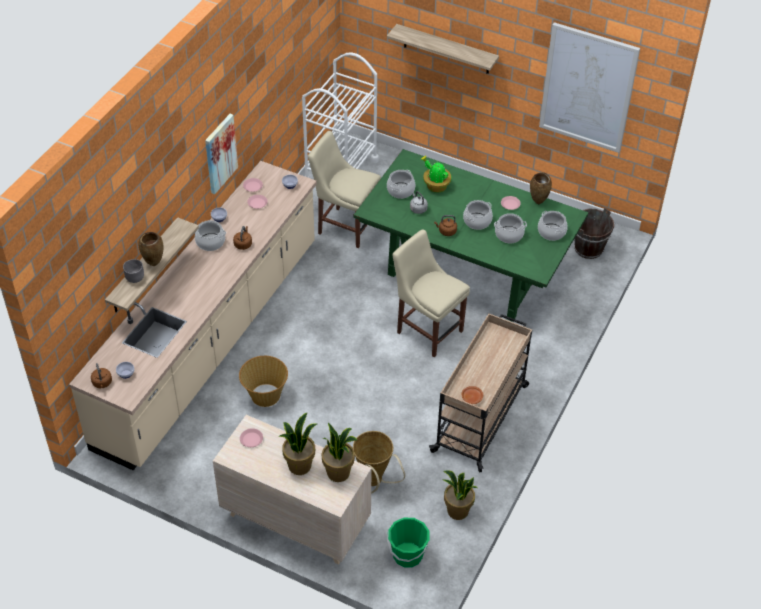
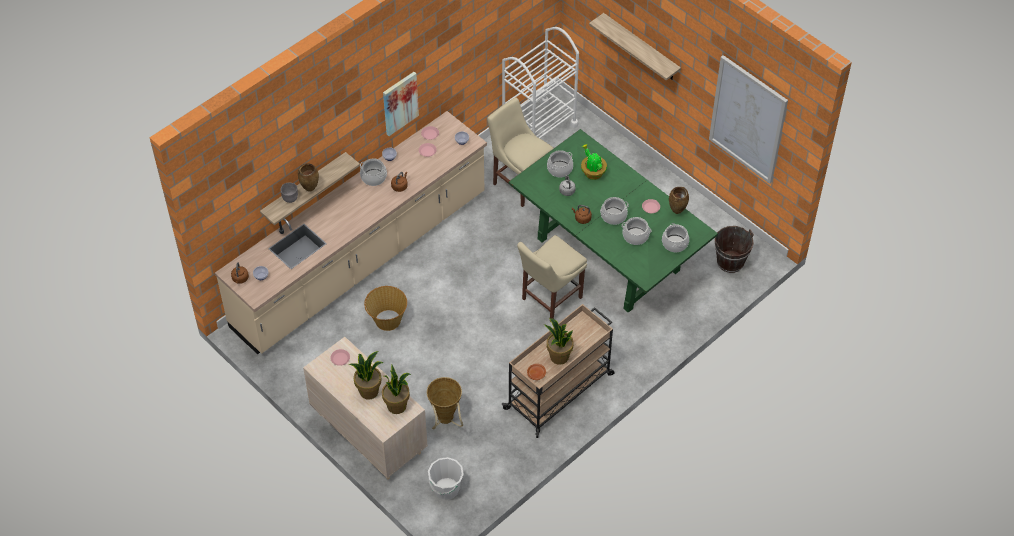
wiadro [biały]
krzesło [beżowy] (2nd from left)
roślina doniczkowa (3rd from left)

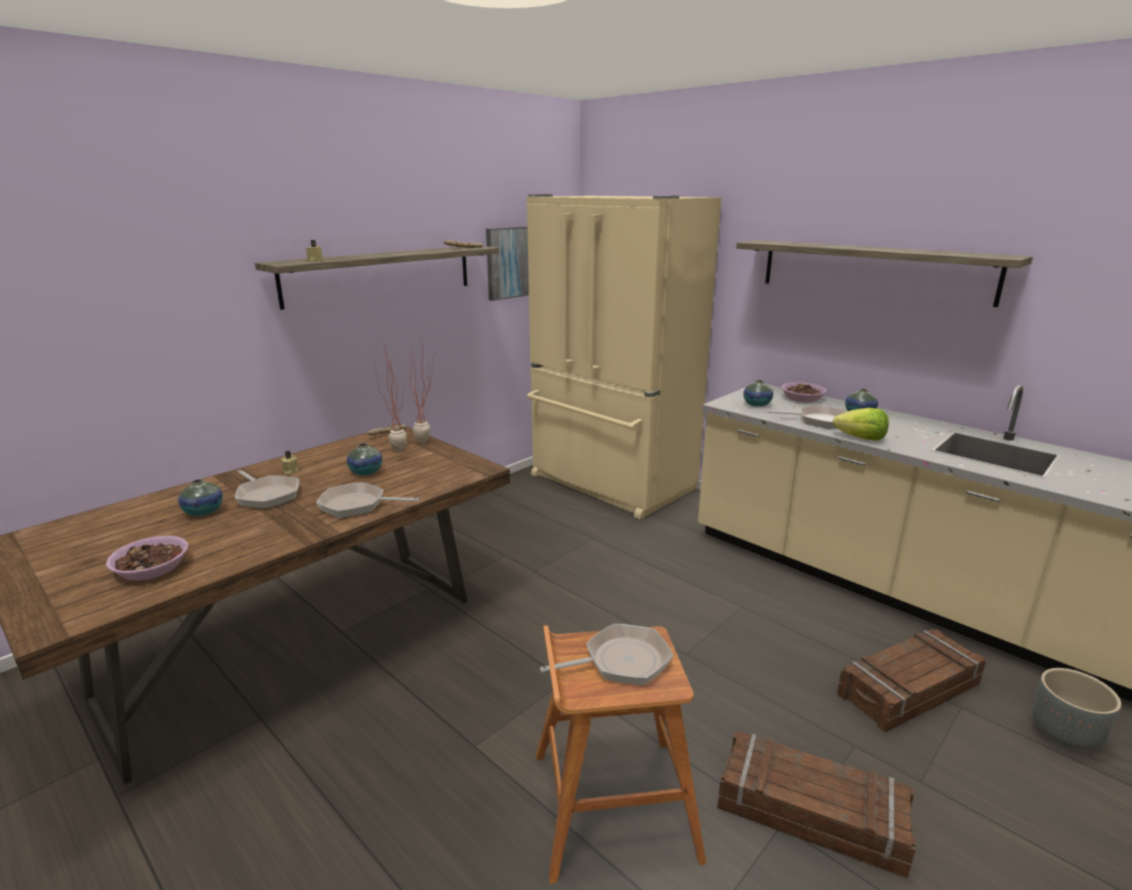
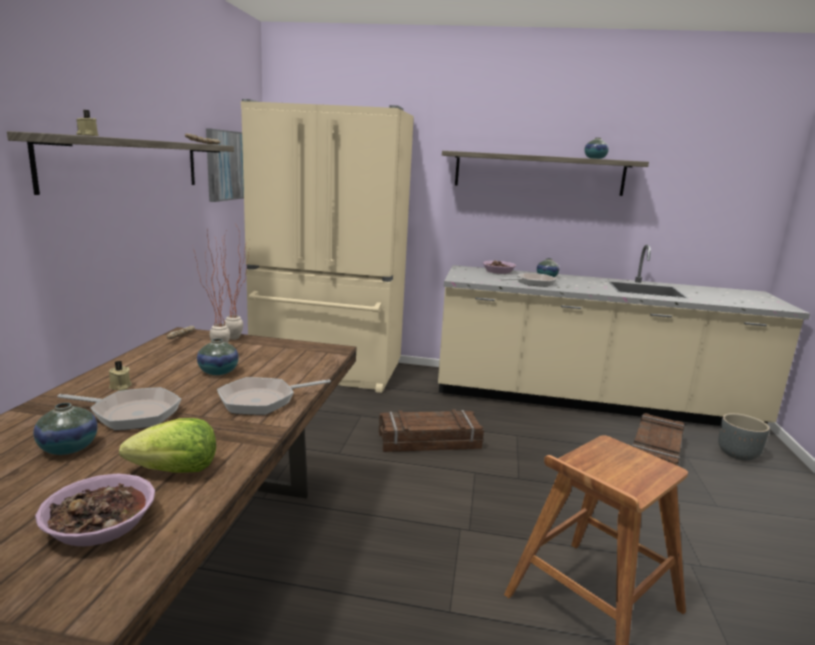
patelnia (3rd from left in the first image)
skrzynka (1st from left)
wazon (4th from left)
sałata

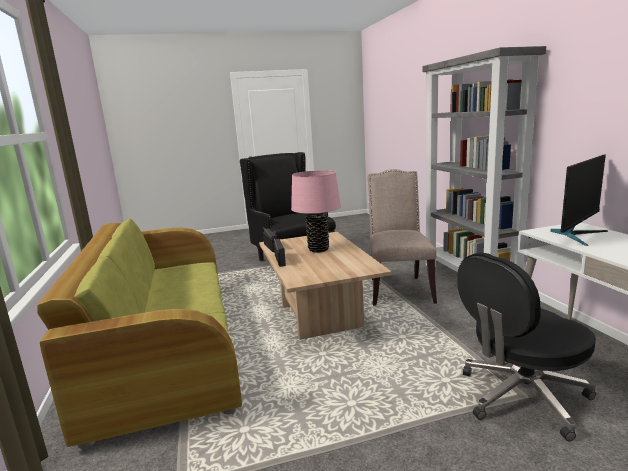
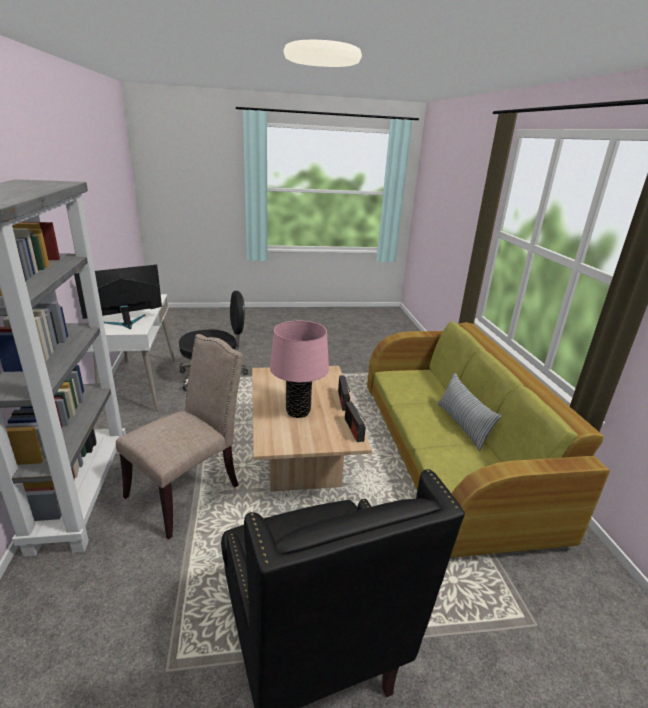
krzesło [beżowy]
poduszka

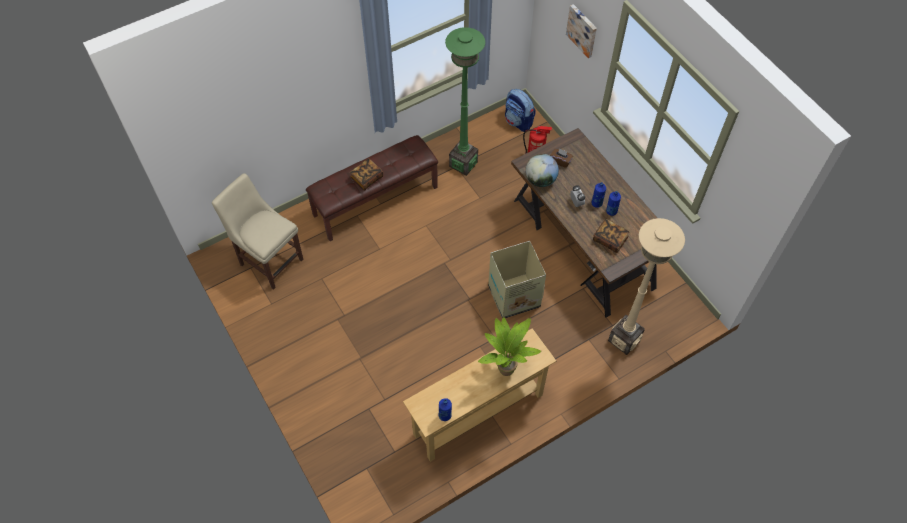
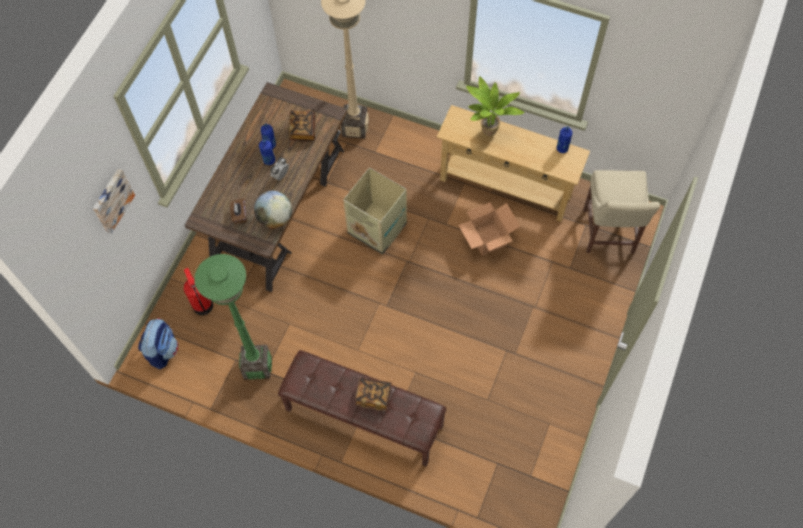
krzesło [beżowy]
karton (2nd from left)

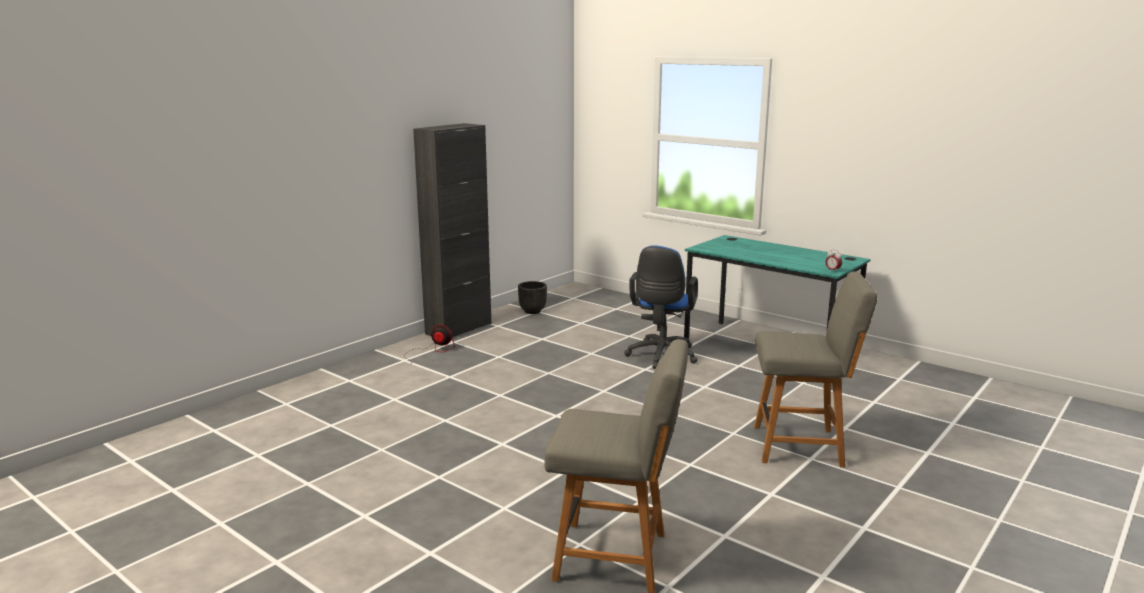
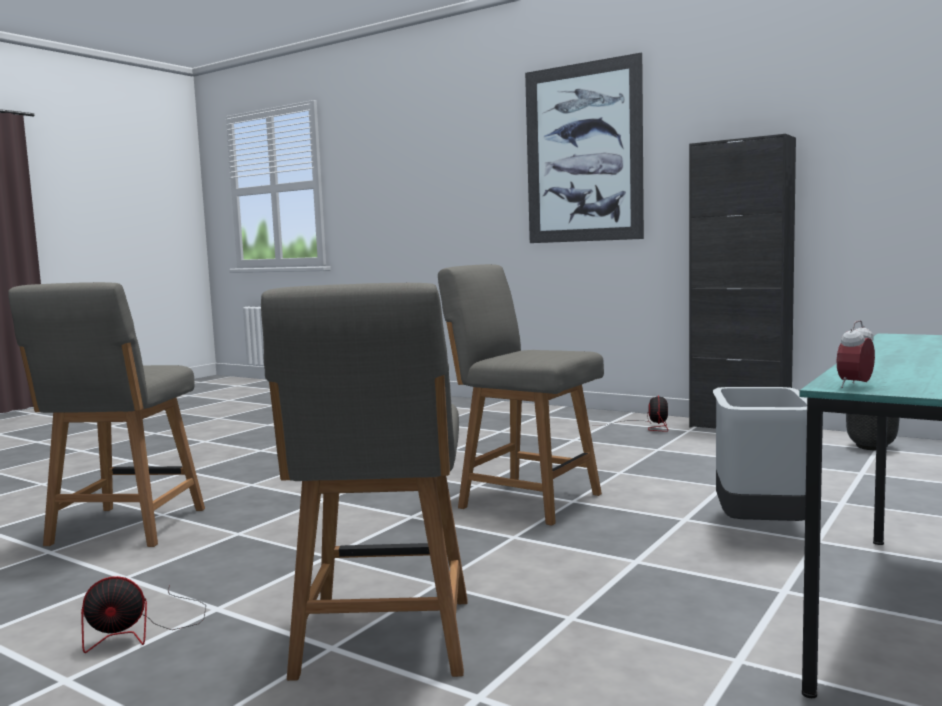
kosz na śmieci [szary]
wentylator (1st from left)
krzesło [szary] (3rd from left)
obraz

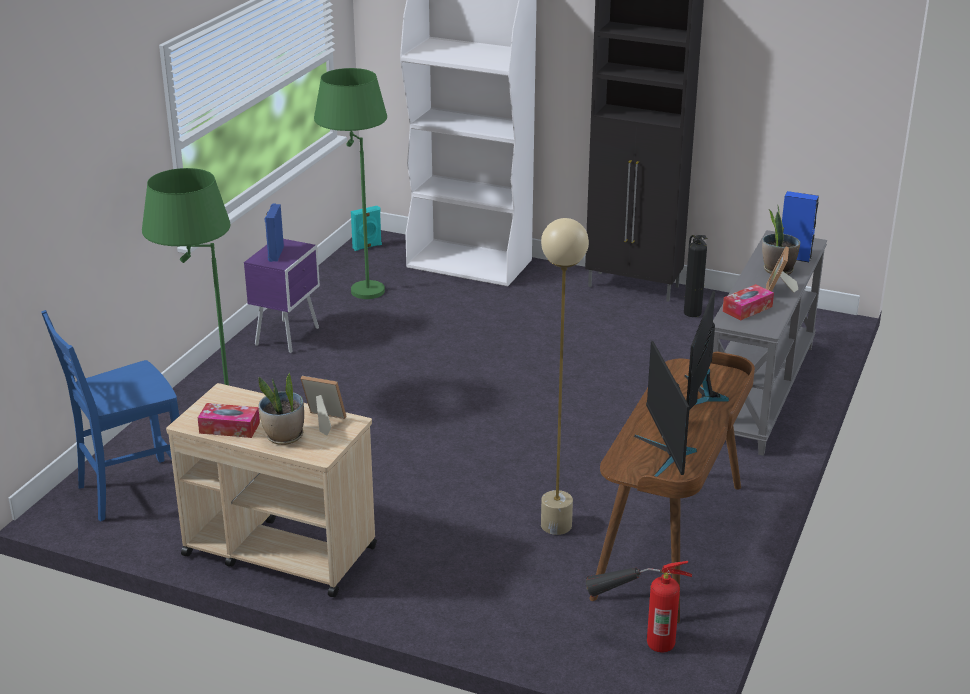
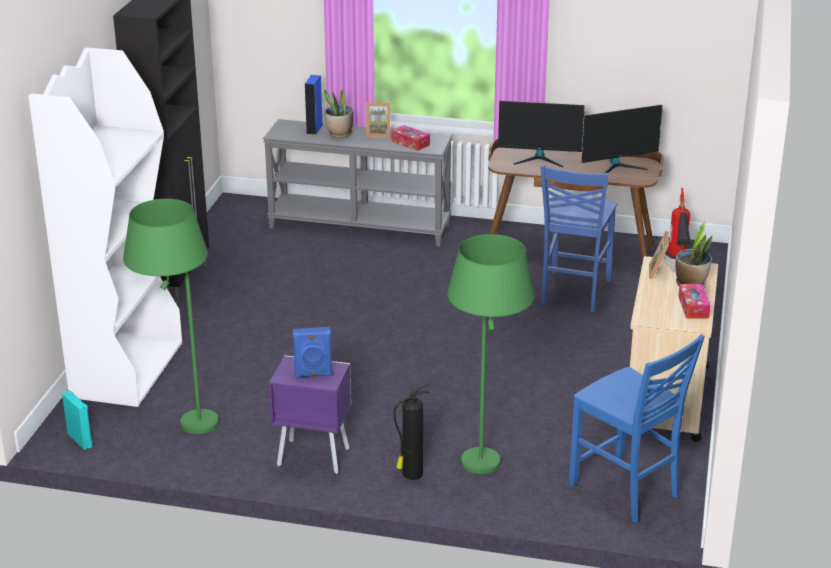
krzesło [niebieski] (1st from left)
gaśnica (1st from left)

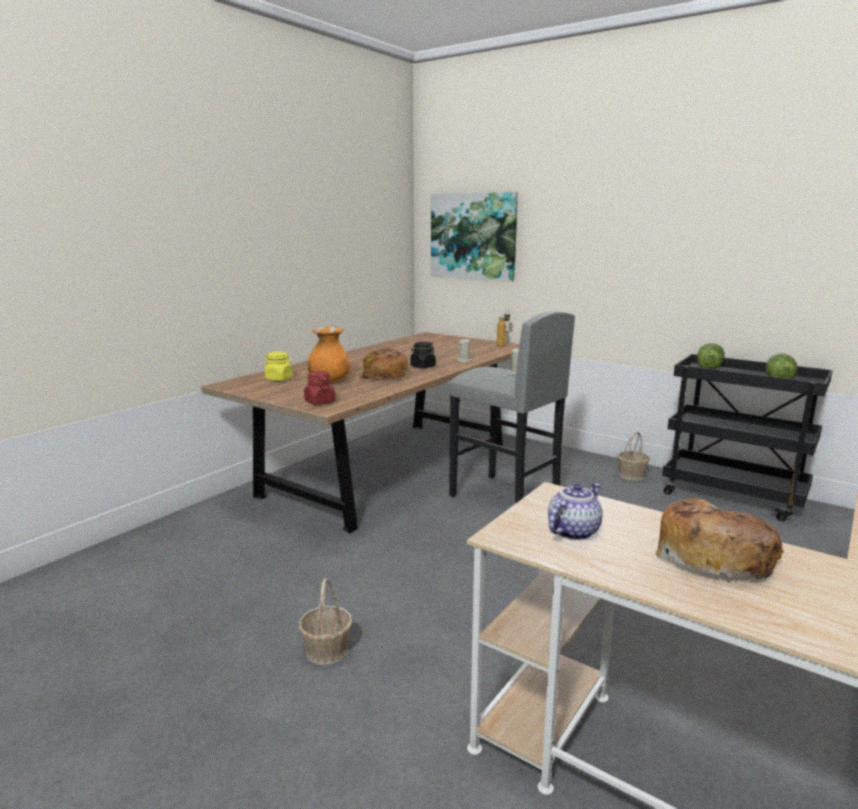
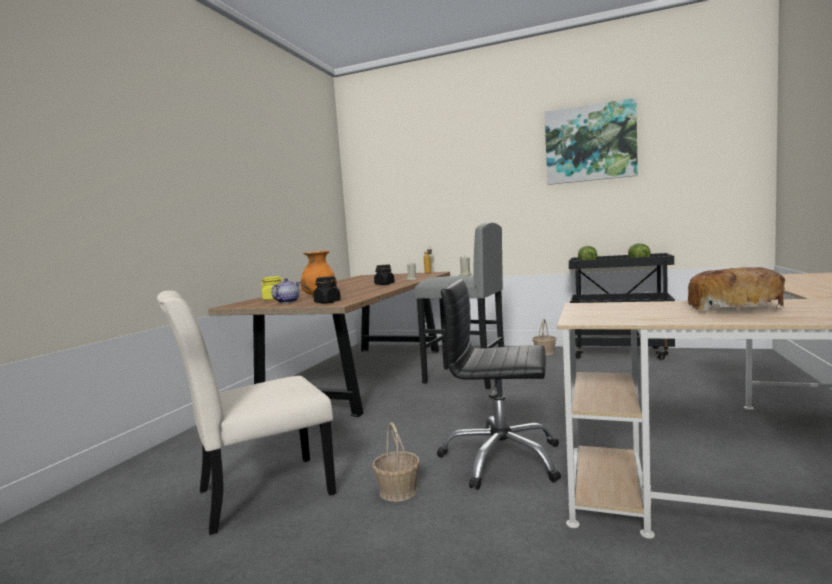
słoik [czarny] (1st from left)
chleb (1st from left in the first image)
obraz
imbryk
krzesło [beżowy]
krzesło biurowe [czarny]

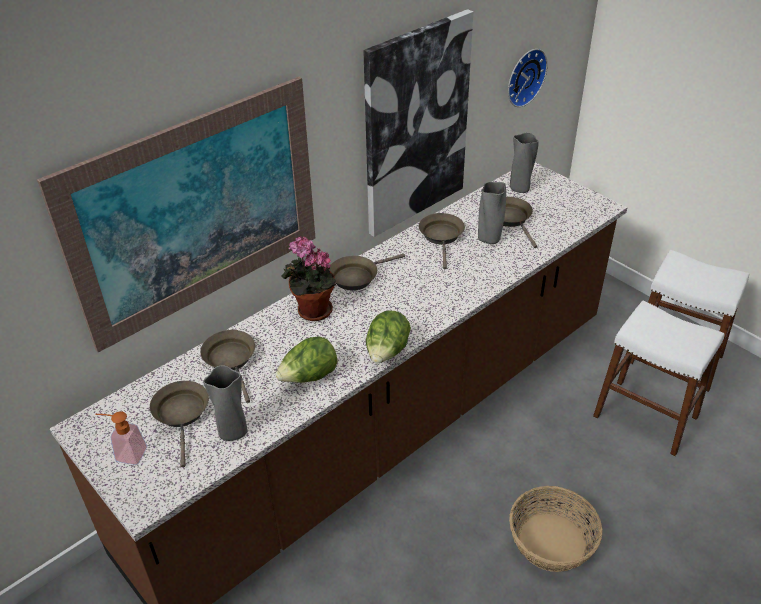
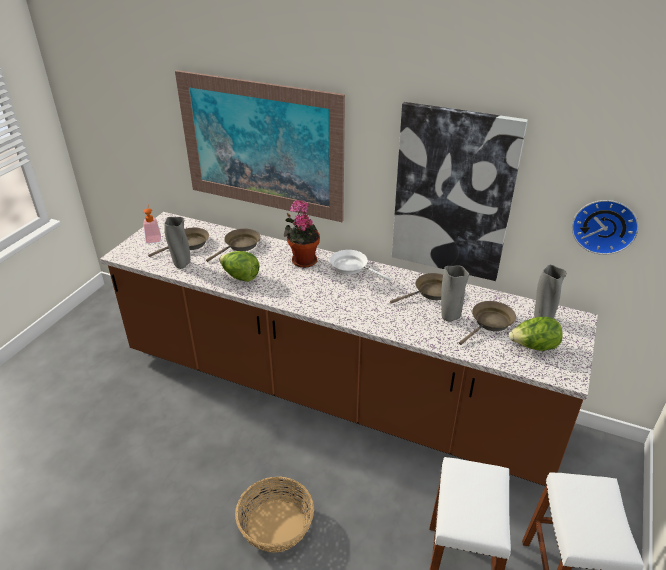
patelnia [biały]
sałata (2nd from left)

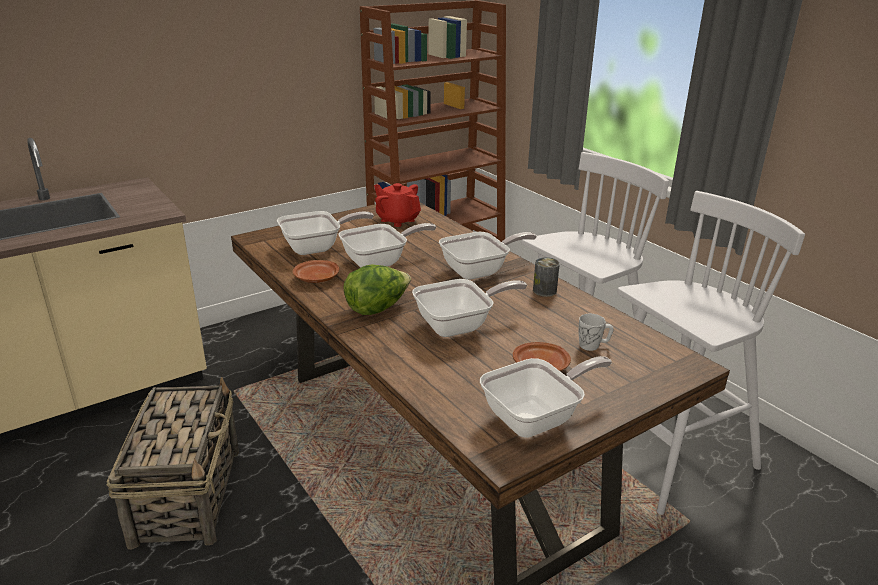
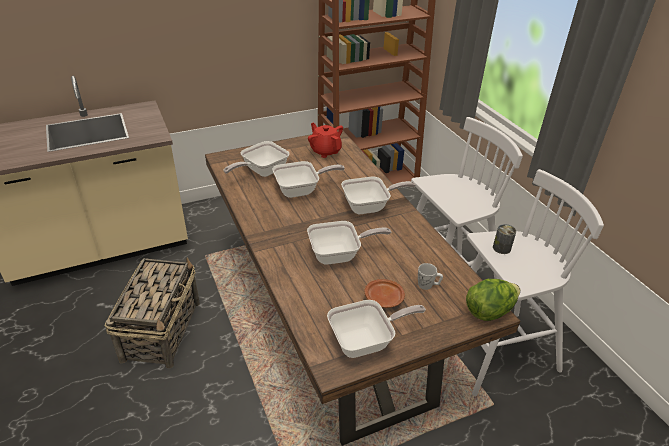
patelnia (1st from left)
talerz [brązowy] (1st from left in the first image)
sałata
puszka

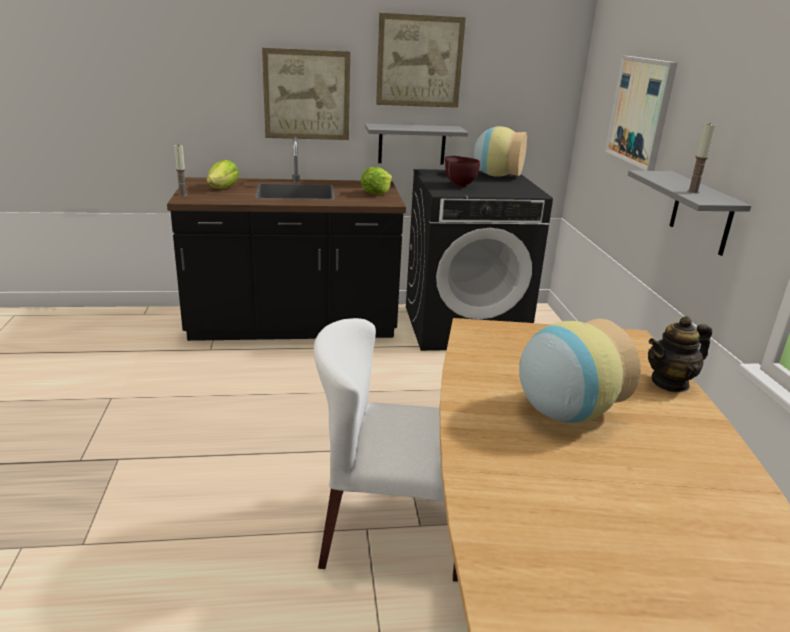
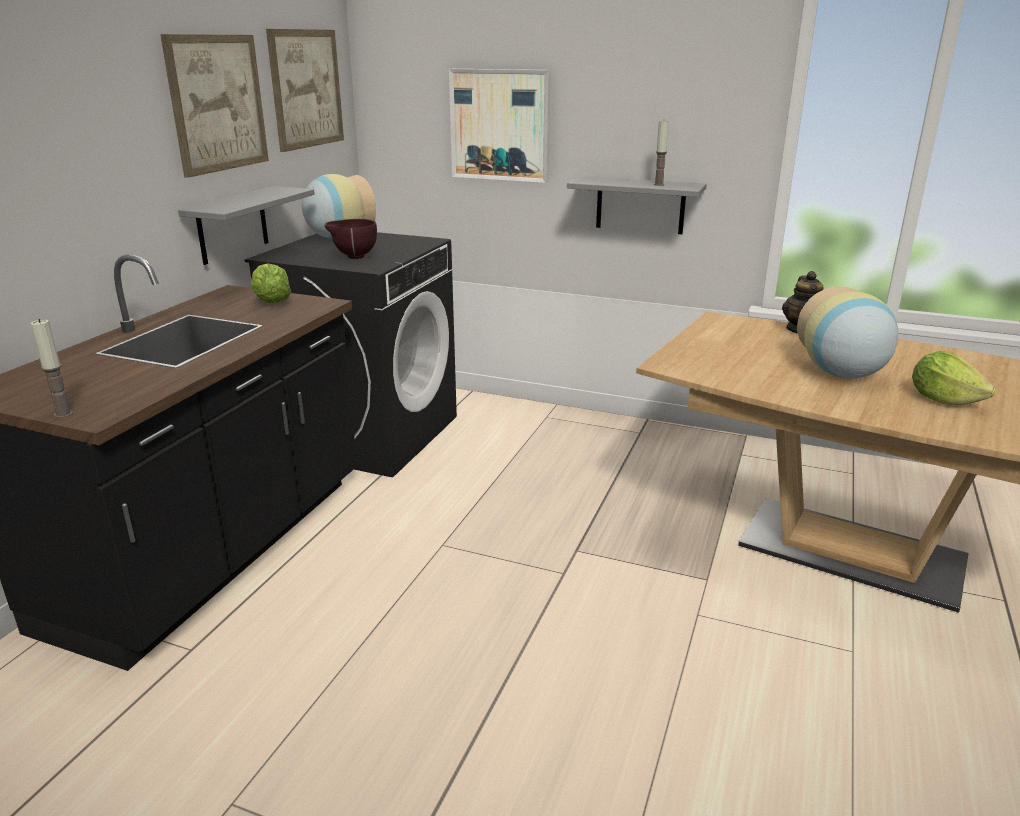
sałata (2nd from left)
obraz (2nd from left)
krzesło [biały]

